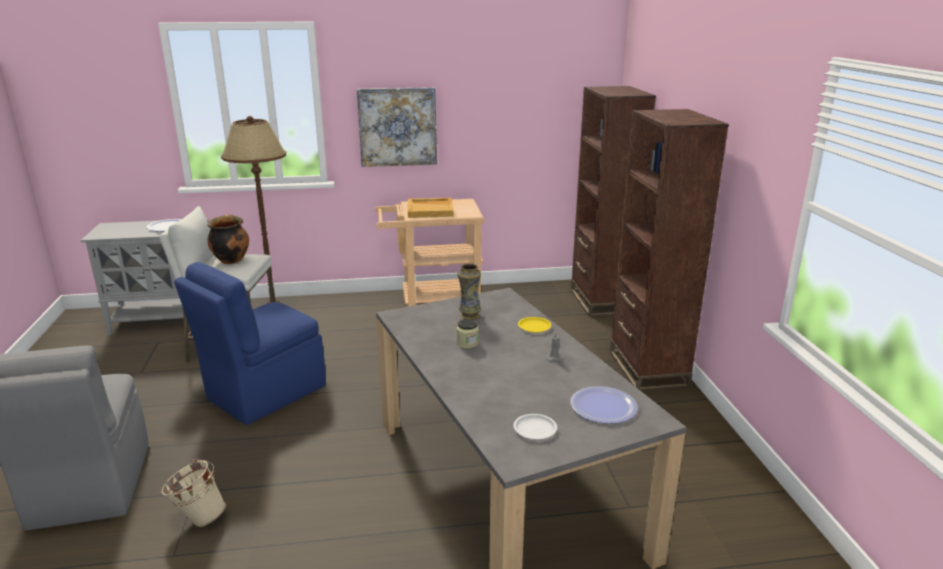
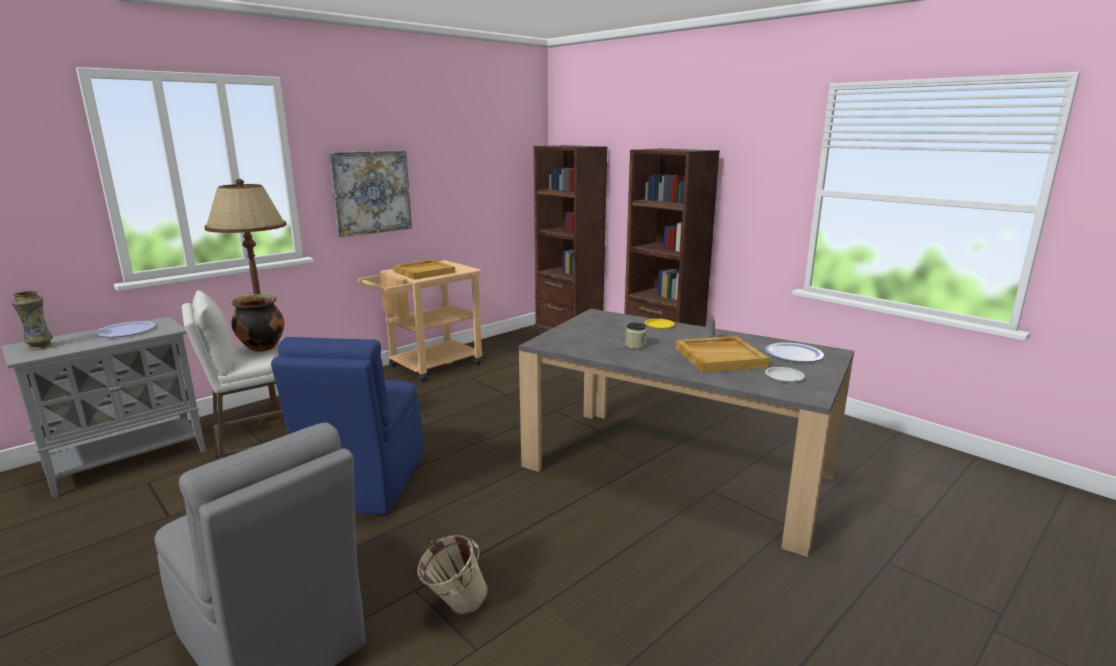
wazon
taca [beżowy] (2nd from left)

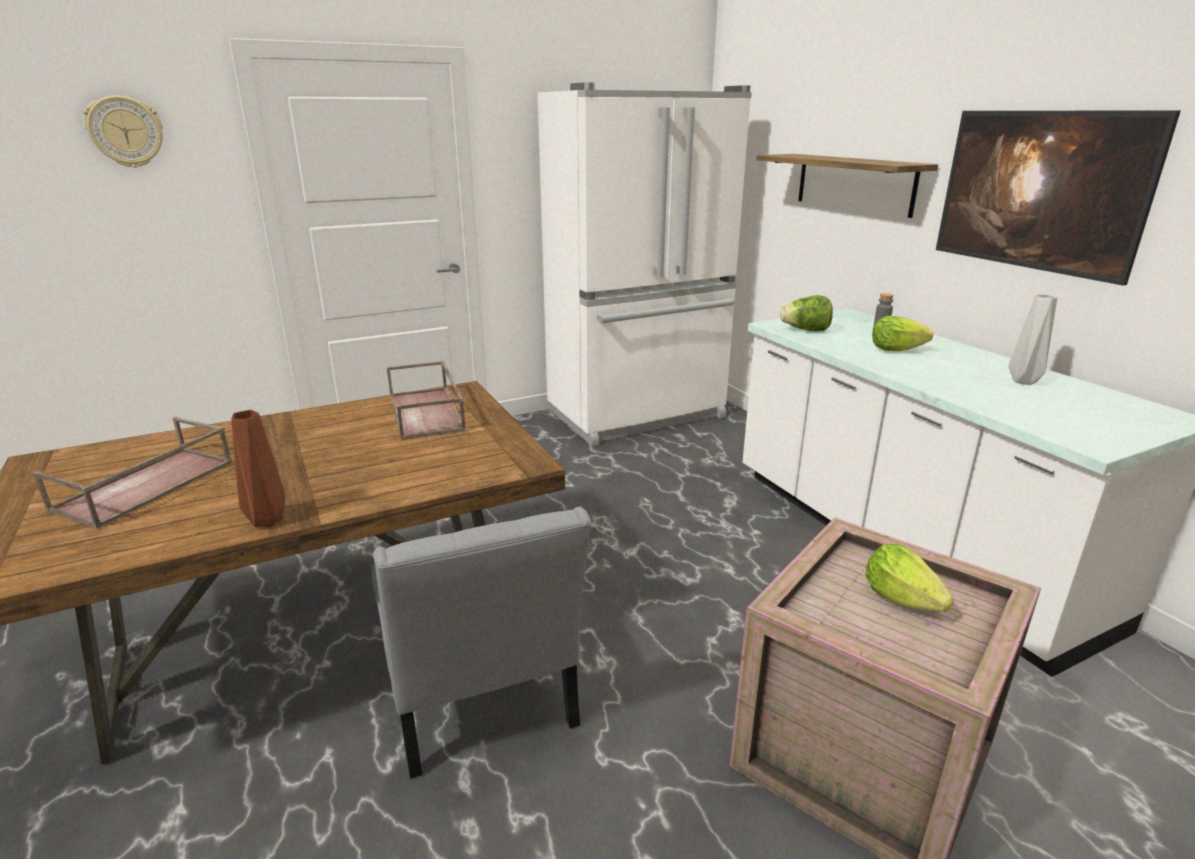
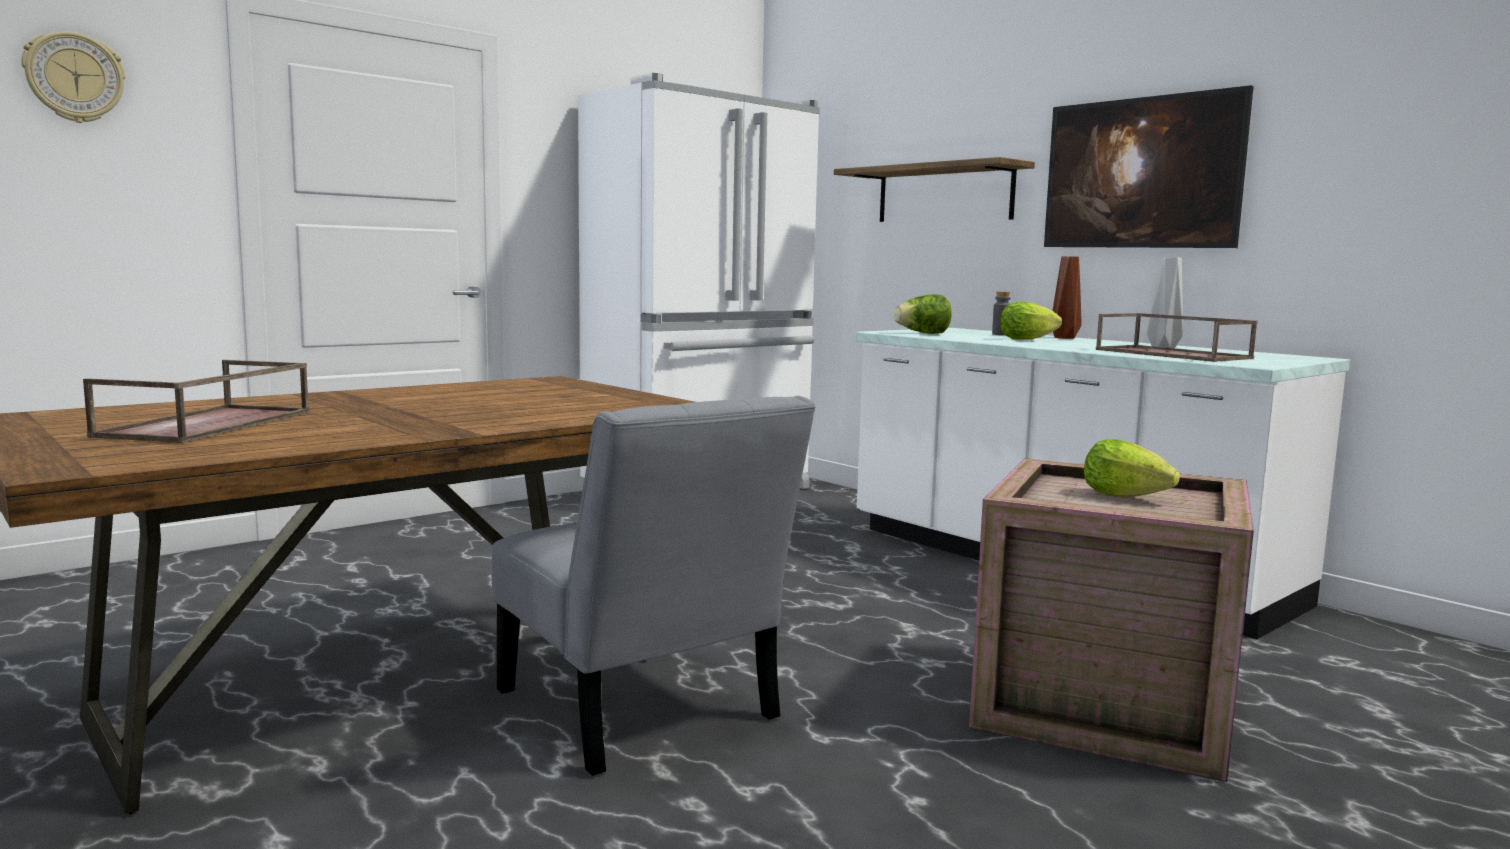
wazon [brązowy]
taca [brązowy] (2nd from left)

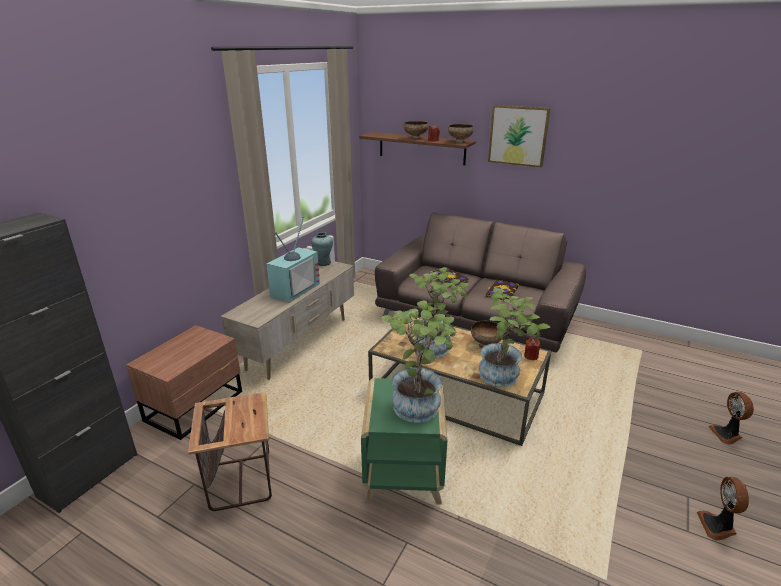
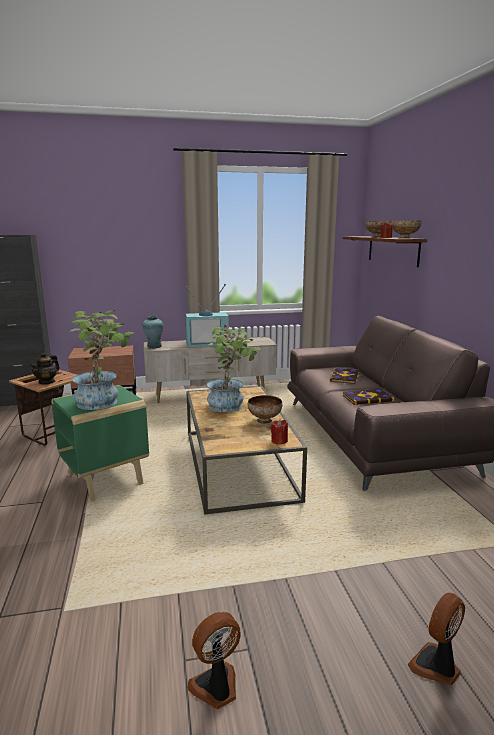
wazon [turkusowy]
roślina doniczkowa (3rd from left in the first image)
obraz
imbryk

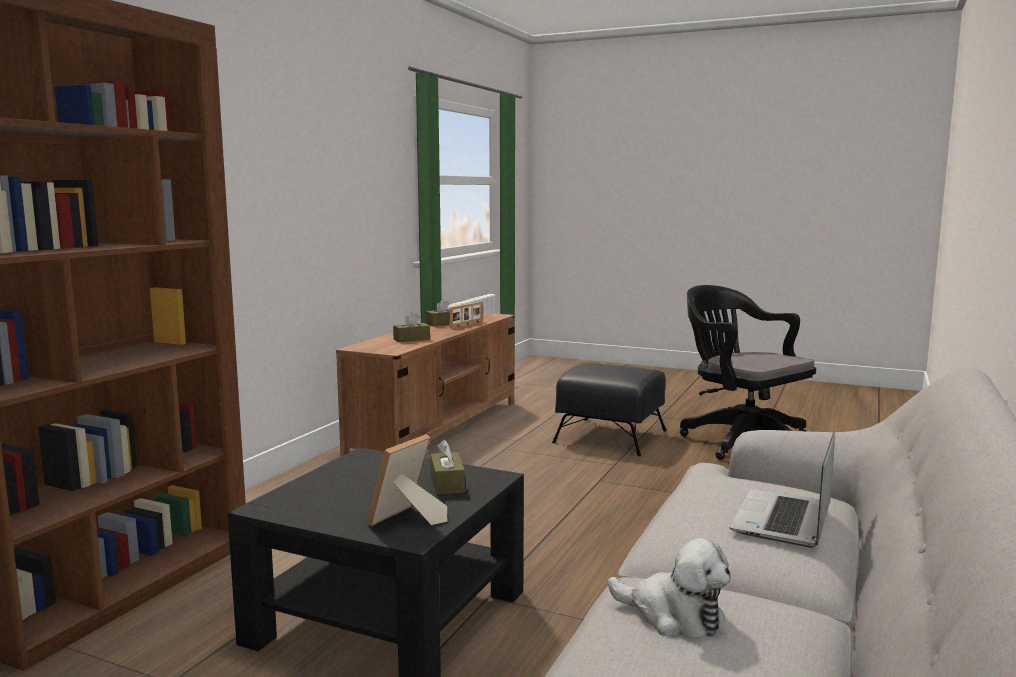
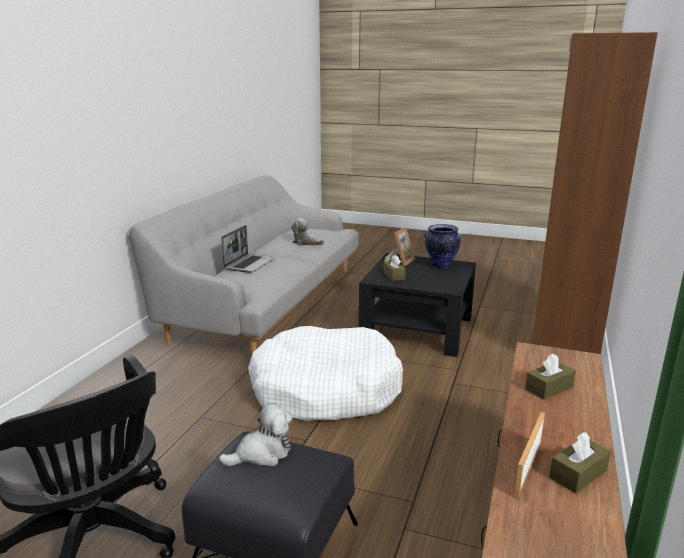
pluszak (1st from left)
legowisko [biały]
wazon

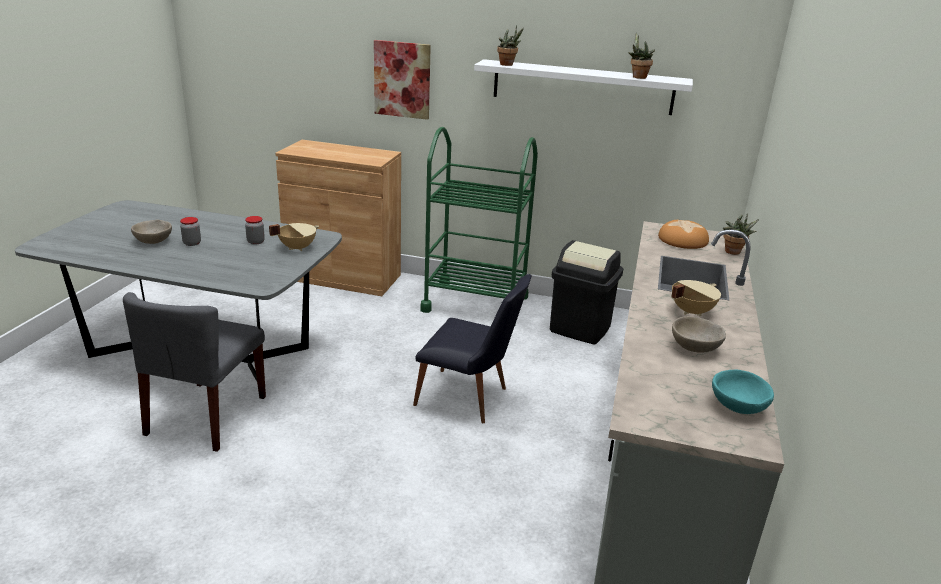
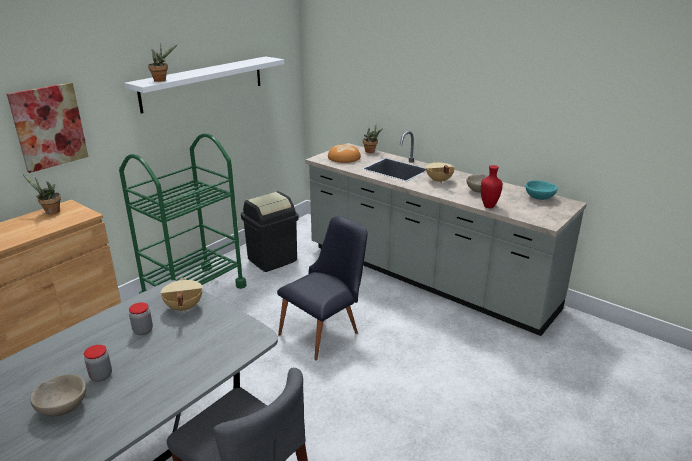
roślina doniczkowa (1st from left)
wazon [czerwony]

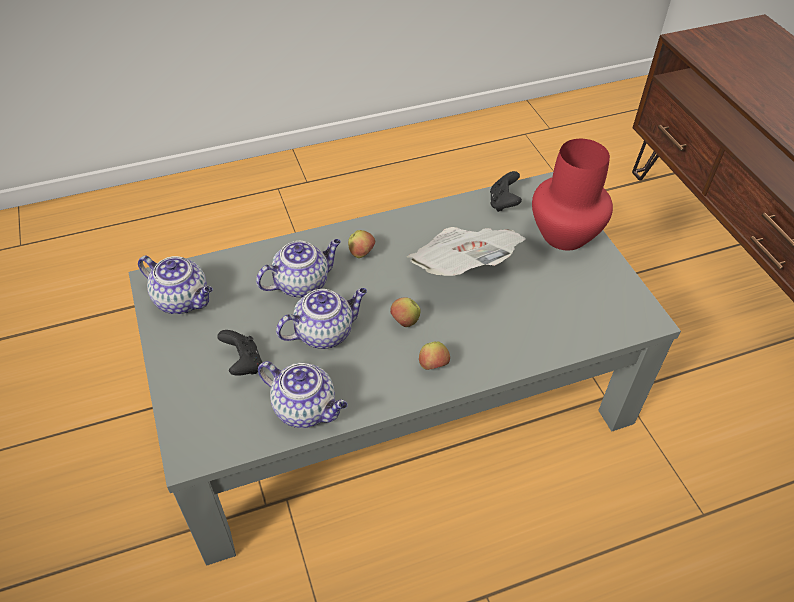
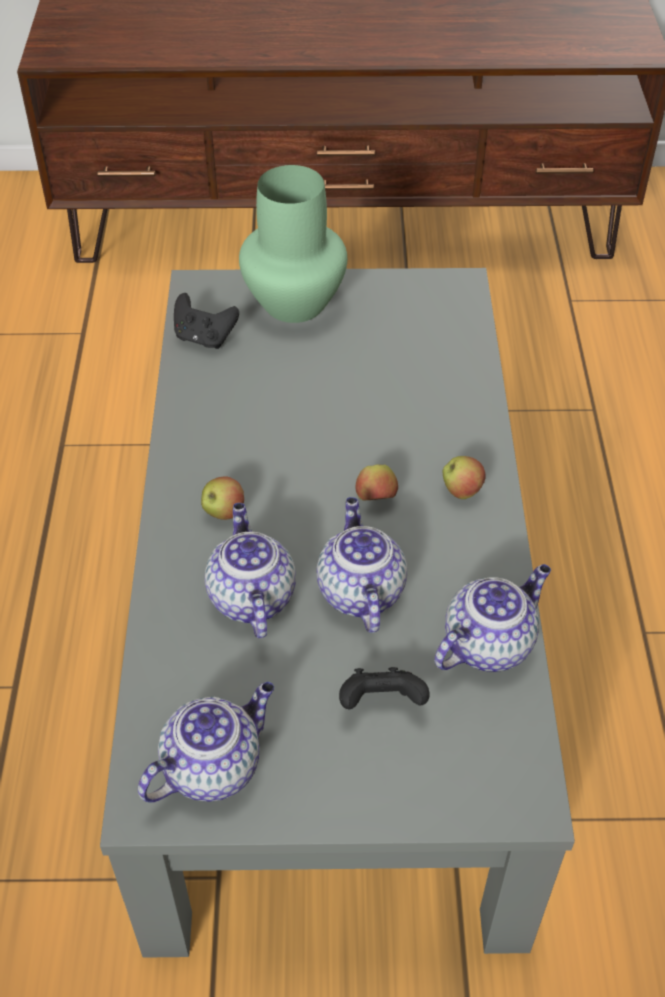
gazeta
wazon [zielony]

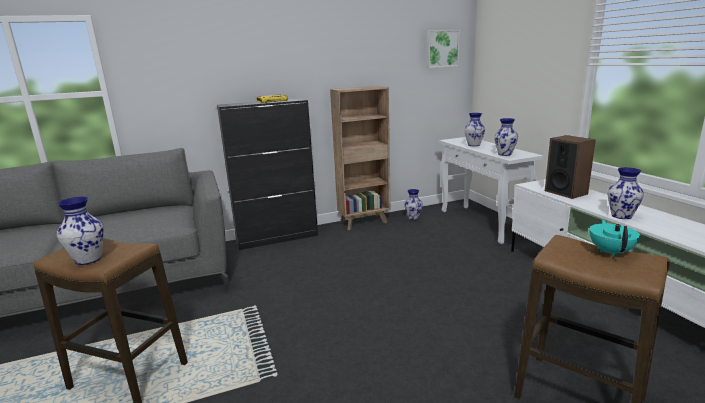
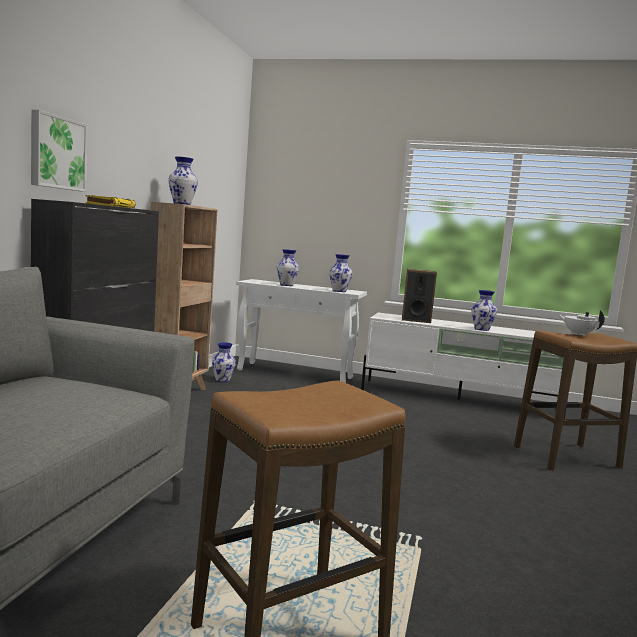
wazon (1st from left)
obraz
imbryk [biały]

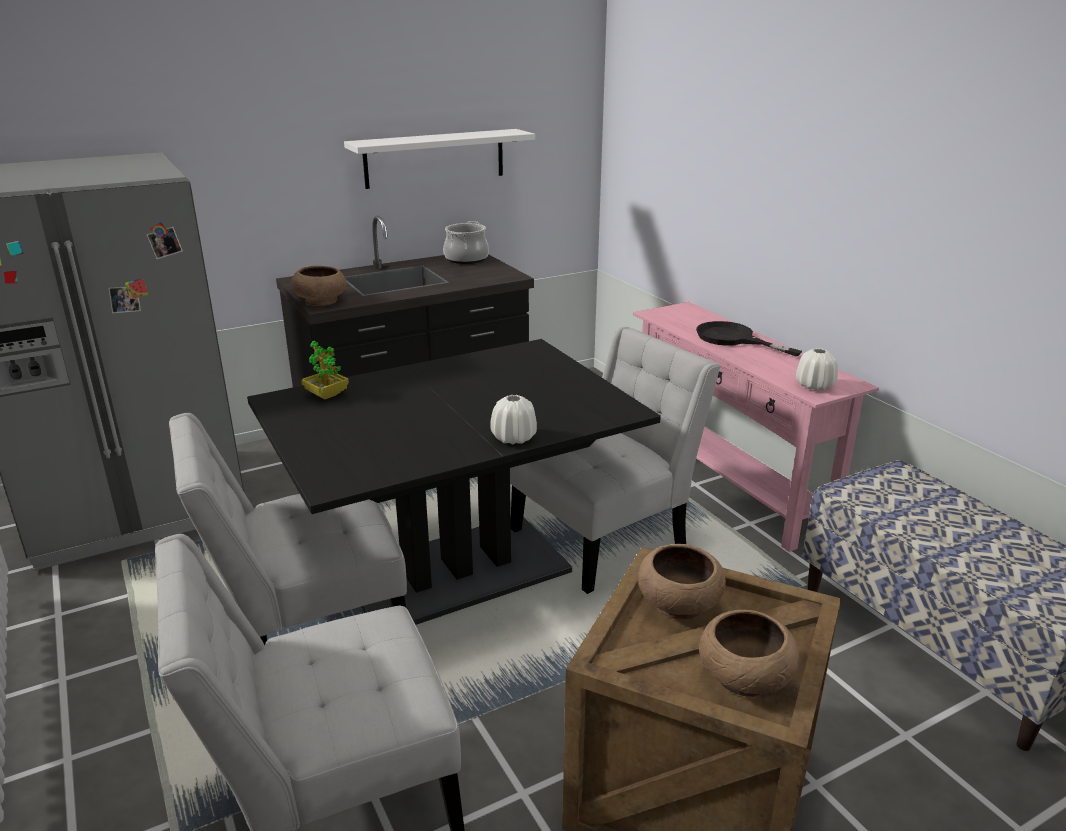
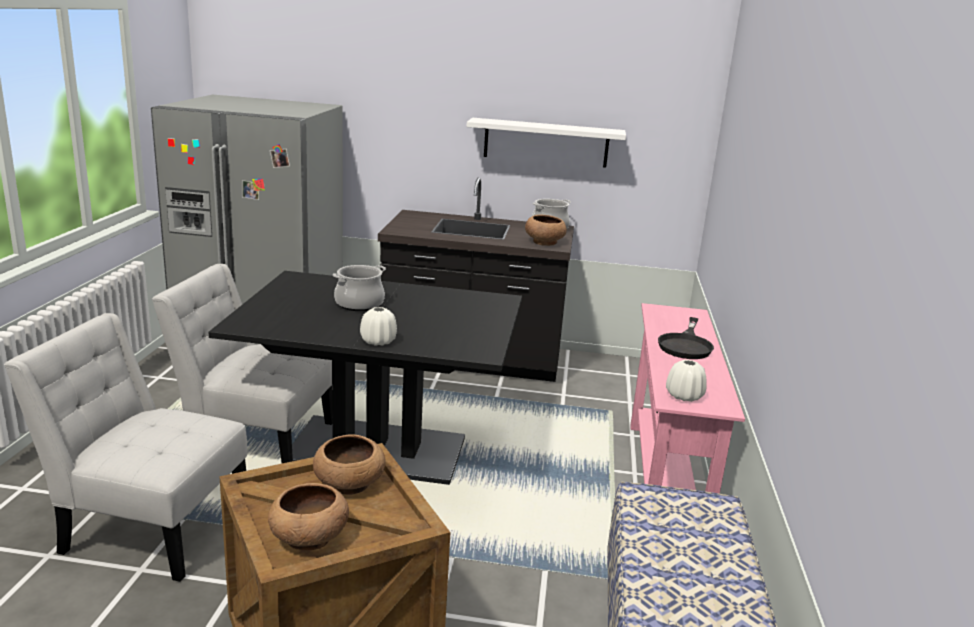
miska [brązowy] (3rd from left)
roślina doniczkowa
krzesło [biały] (3rd from left in the first image)
patelnia [czarny]
garnek (1st from left)

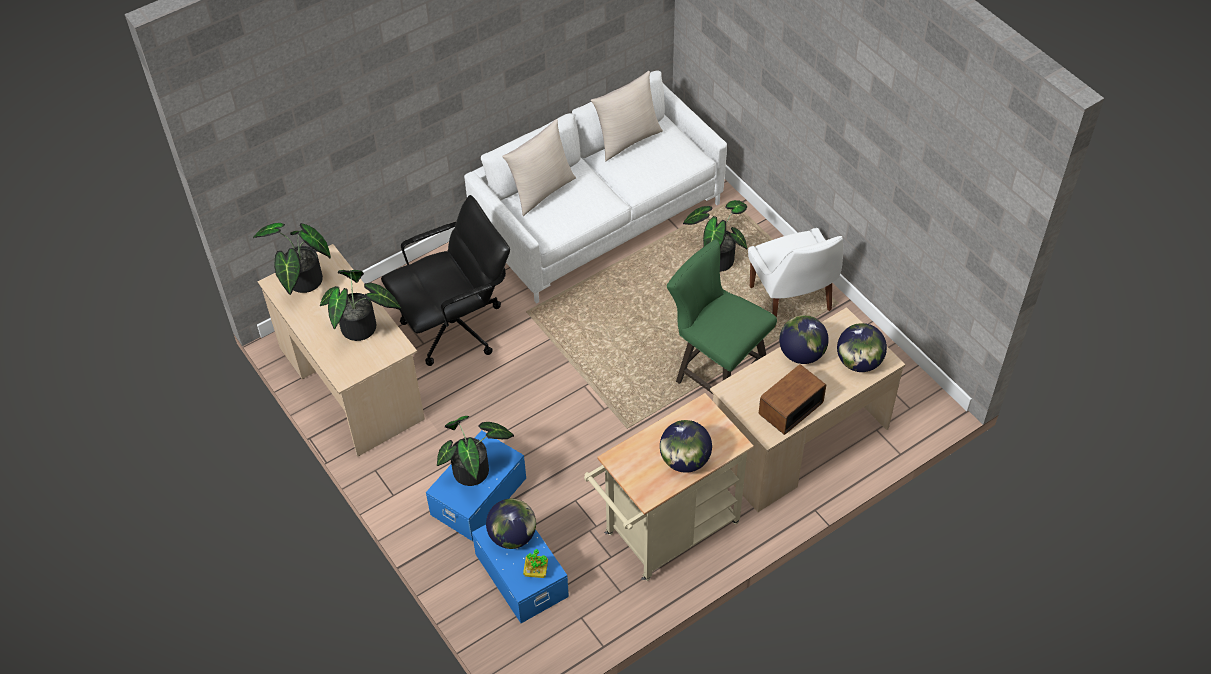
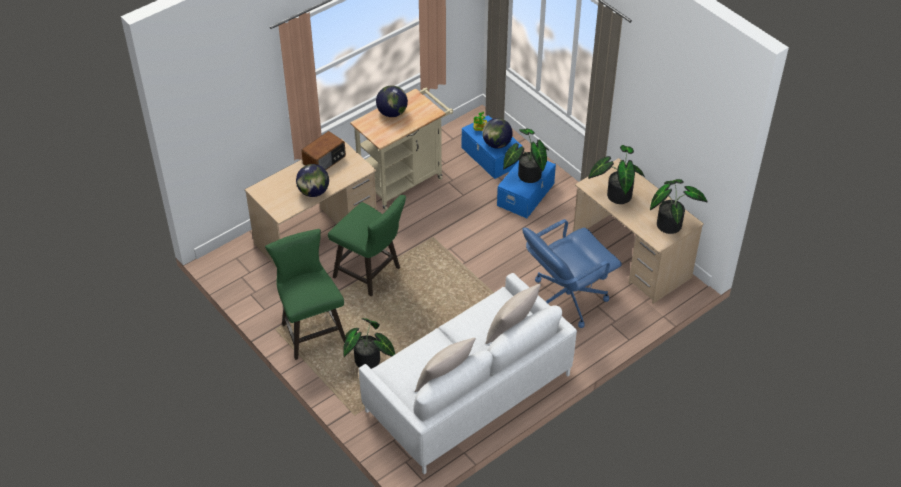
krzesło biurowe [niebieski]
stołek [zielony] (1st from left)
globus (4th from left in the first image)

